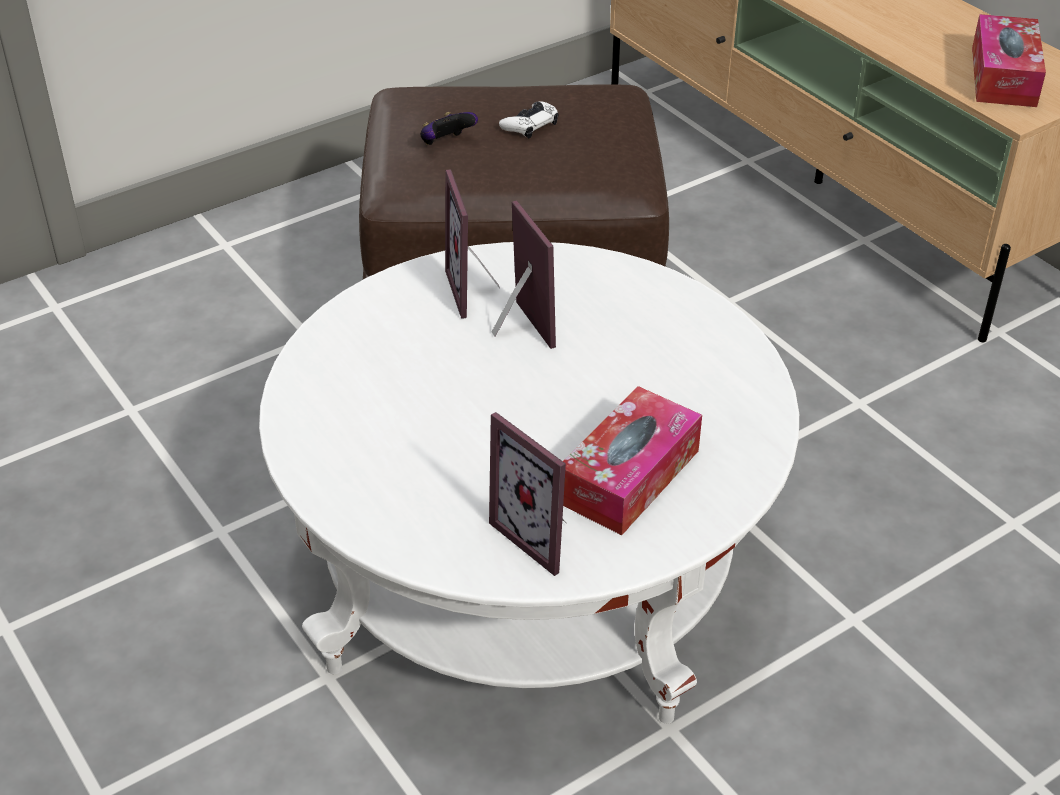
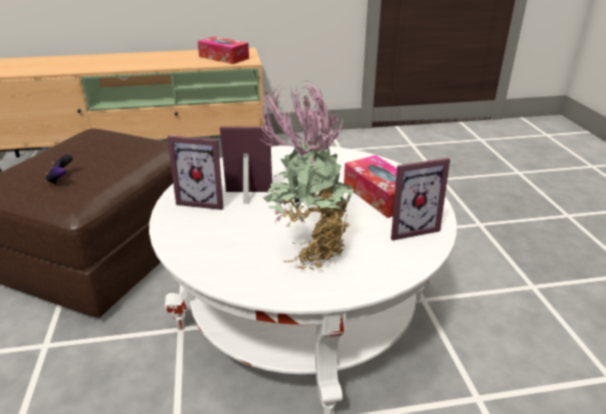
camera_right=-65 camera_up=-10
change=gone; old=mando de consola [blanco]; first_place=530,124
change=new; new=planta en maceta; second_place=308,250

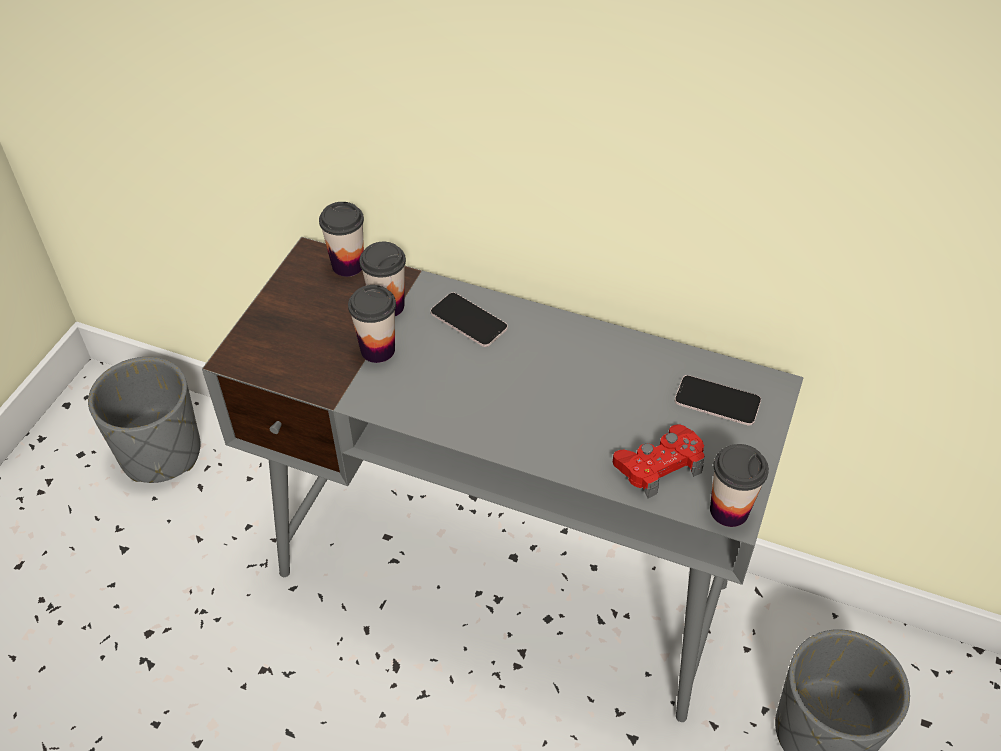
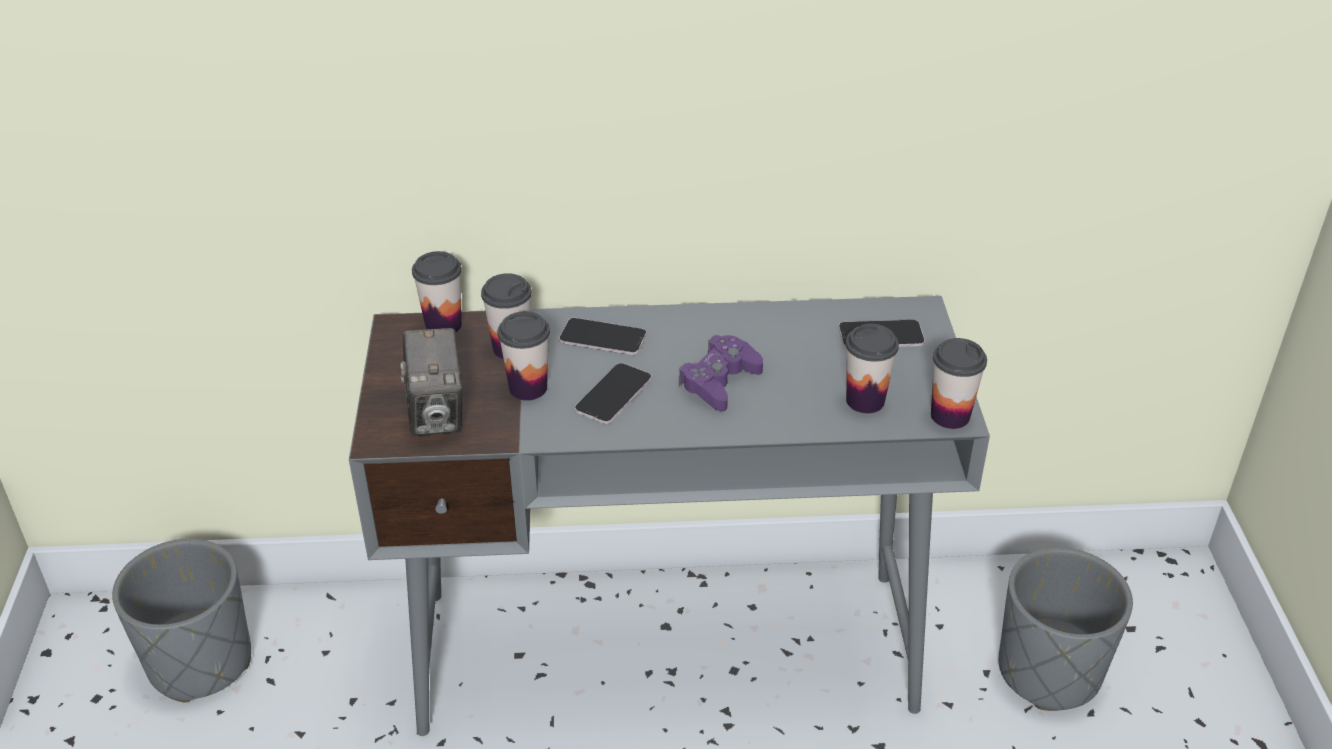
camera_right=-25 camera_up=-10
change=swapped; old=mando de consola [rojo]; new=taza; first_place=659,465; second_place=865,401
change=new; new=cámara; second_place=437,414
change=new; new=móvil; second_place=613,394
change=new; new=mando de consola [morado]; second_place=719,381

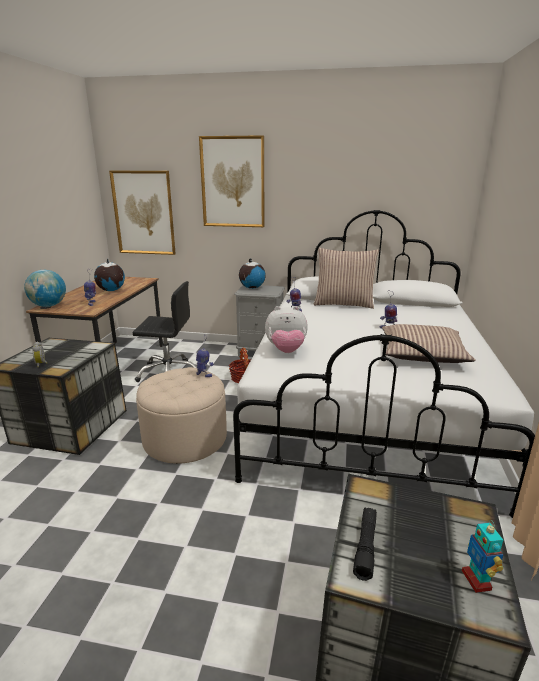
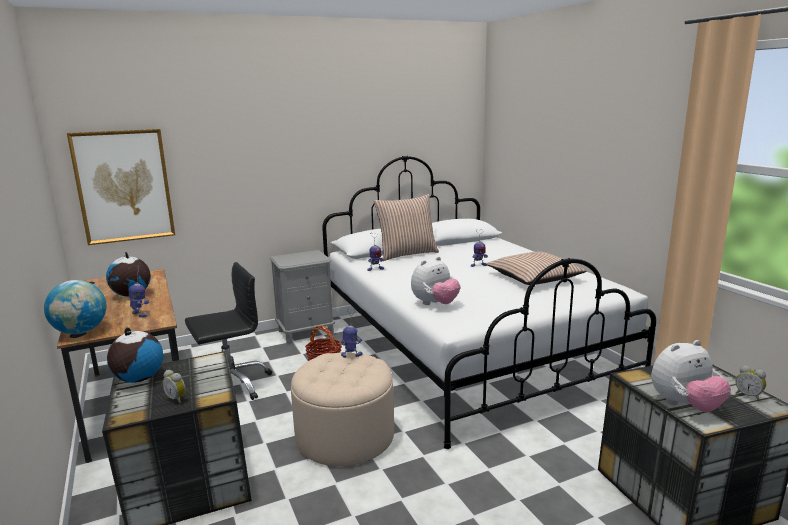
camera_right=-35 camera_up=-5
change=gone; old=cuadro; first_place=233,182
change=shifted; old=globo terráqueo; first_place=252,288; second_place=138,379
change=swapped; old=linterna [negro]; new=peluche; first_place=365,546; second_place=685,406
change=swapped; old=robot de juguete; new=despertador; first_place=477,580; second_place=748,395

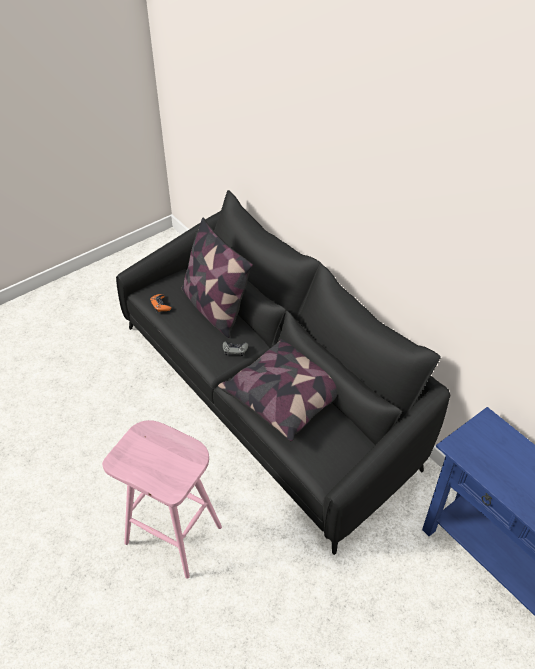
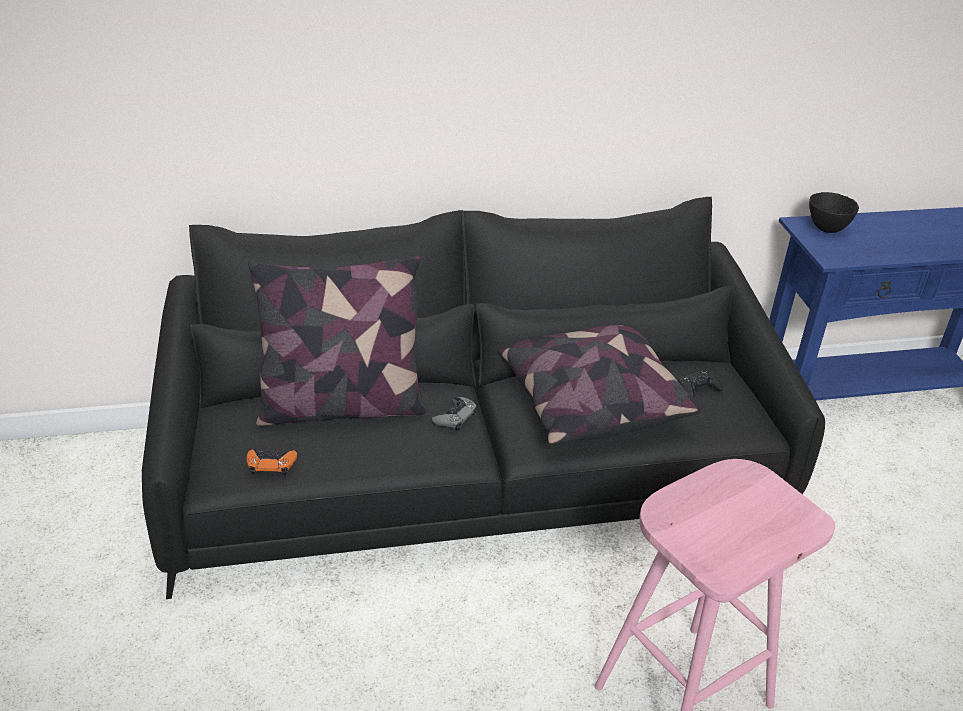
camera_right=-65 camera_up=-10
change=new; new=mando de consola [negro]; second_place=697,389
change=new; new=cuenco [negro]; second_place=826,228

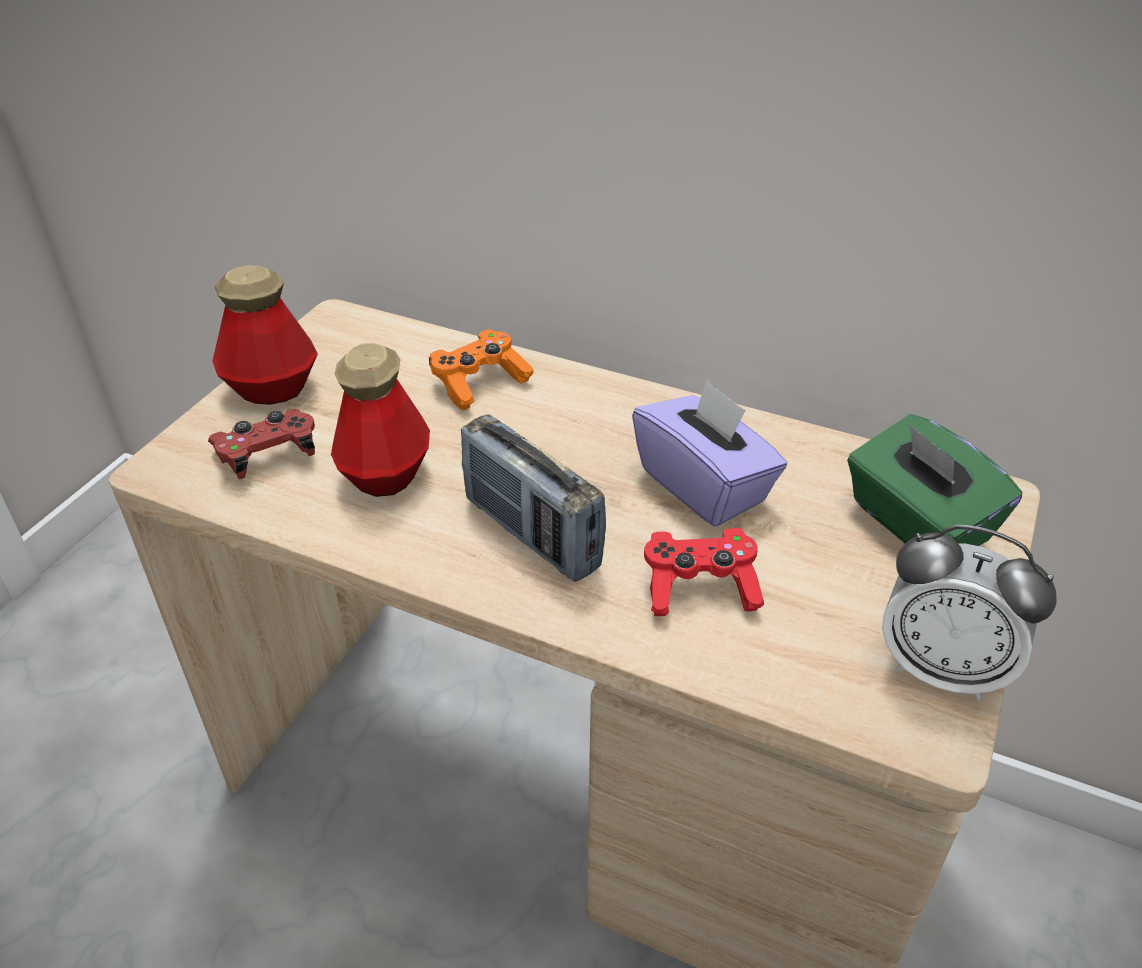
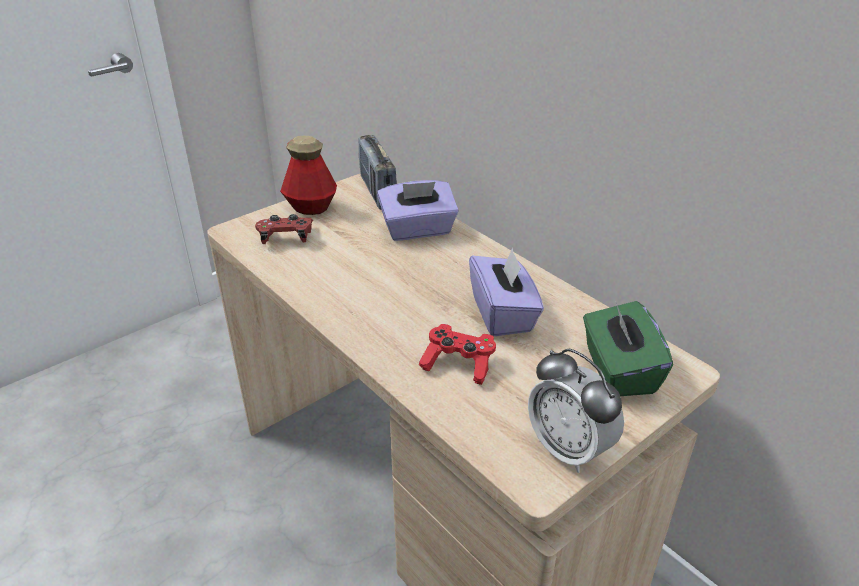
camera_right=25 camera_up=-5
change=gone; old=botella; first_place=386,474
change=swapped; old=mando de consola [naranja]; new=caja de pañuelos [morado]; first_place=479,383; second_place=418,230
change=shifted; old=radio; first_place=531,534; second_place=377,193

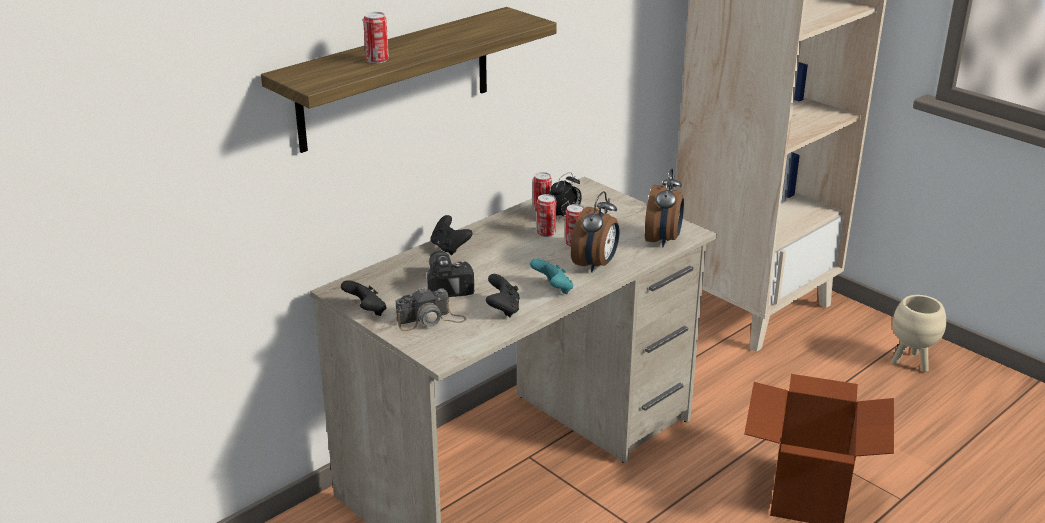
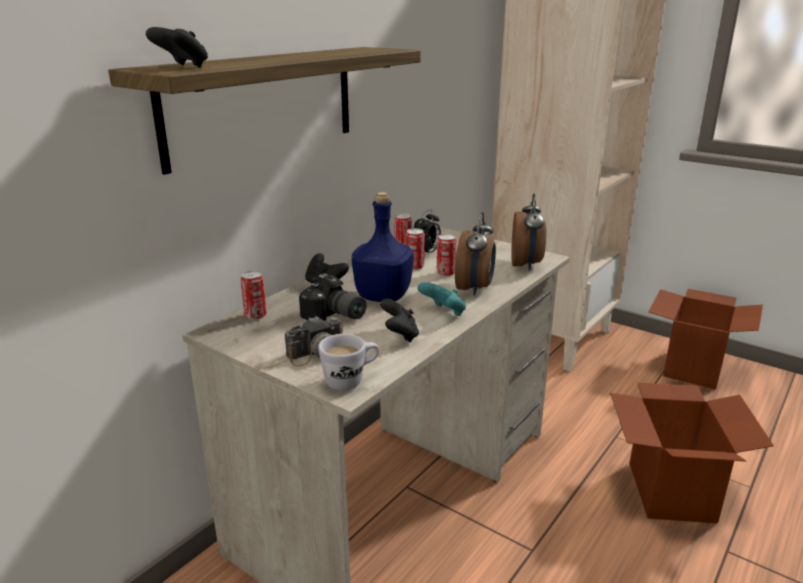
camera_right=-10 camera_up=-5
change=shifted; old=mando de consola [negro]; first_place=366,311; second_place=182,67
change=shifted; old=lata; first_place=377,60; second_place=255,315
change=rotated; old=cámara; first_place=449,283; second_place=334,316; degrees=150
change=swapped; old=maceta [beis]; new=caja de cartón; first_place=911,363; second_place=693,368
change=new; new=taza grande [blanco]; second_place=351,380
change=new; new=botella [azul]; second_place=384,296

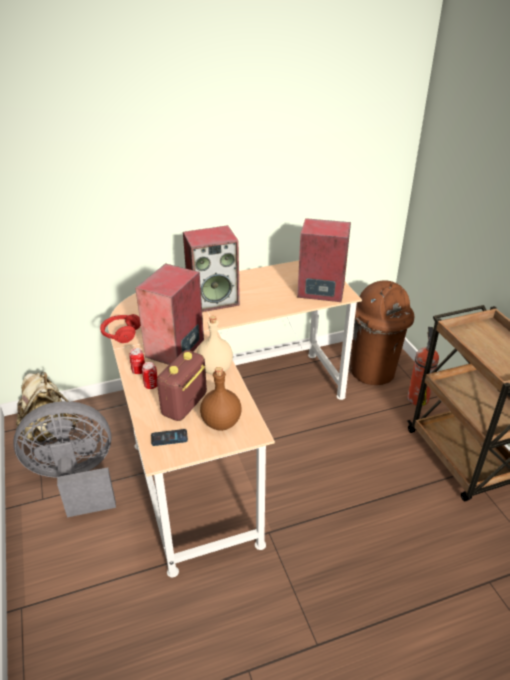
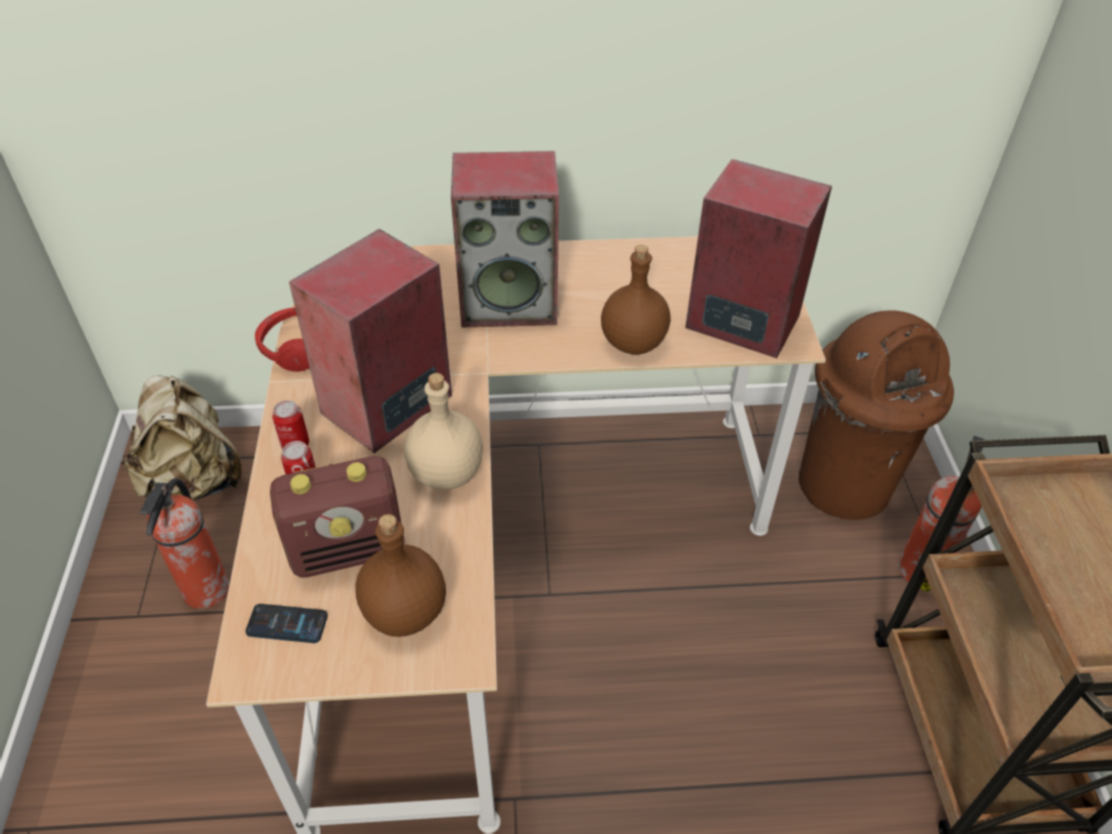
camera_right=15 camera_up=10
change=swapped; old=ventilador [gris]; new=extintor; first_place=75,480; second_place=205,591
change=rotated; old=radio; first_place=184,405; second_place=349,550; degrees=-150
change=new; new=botella [marrón]; second_place=632,342

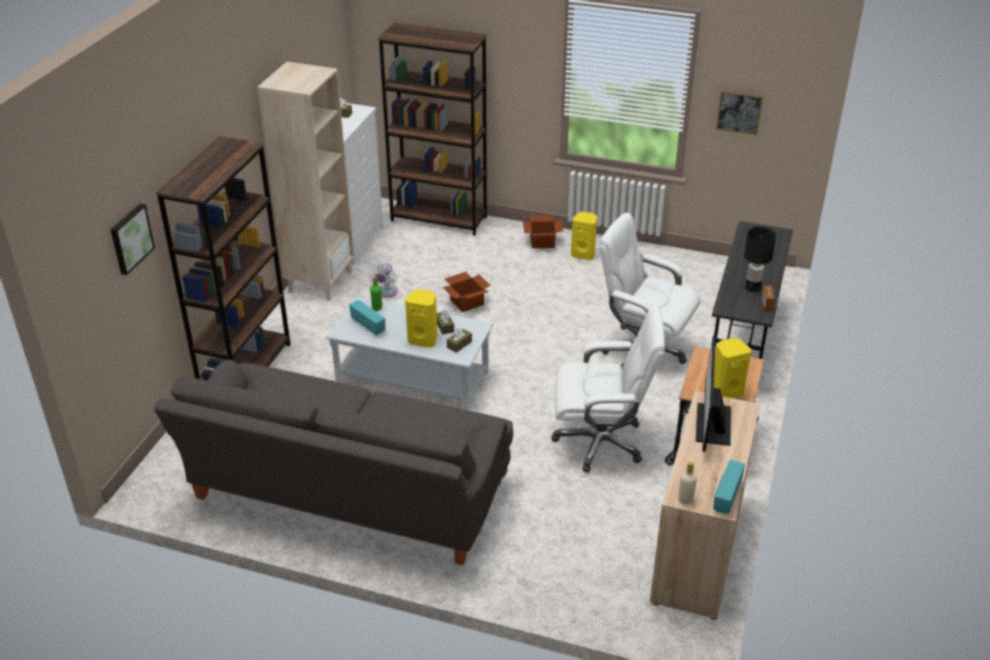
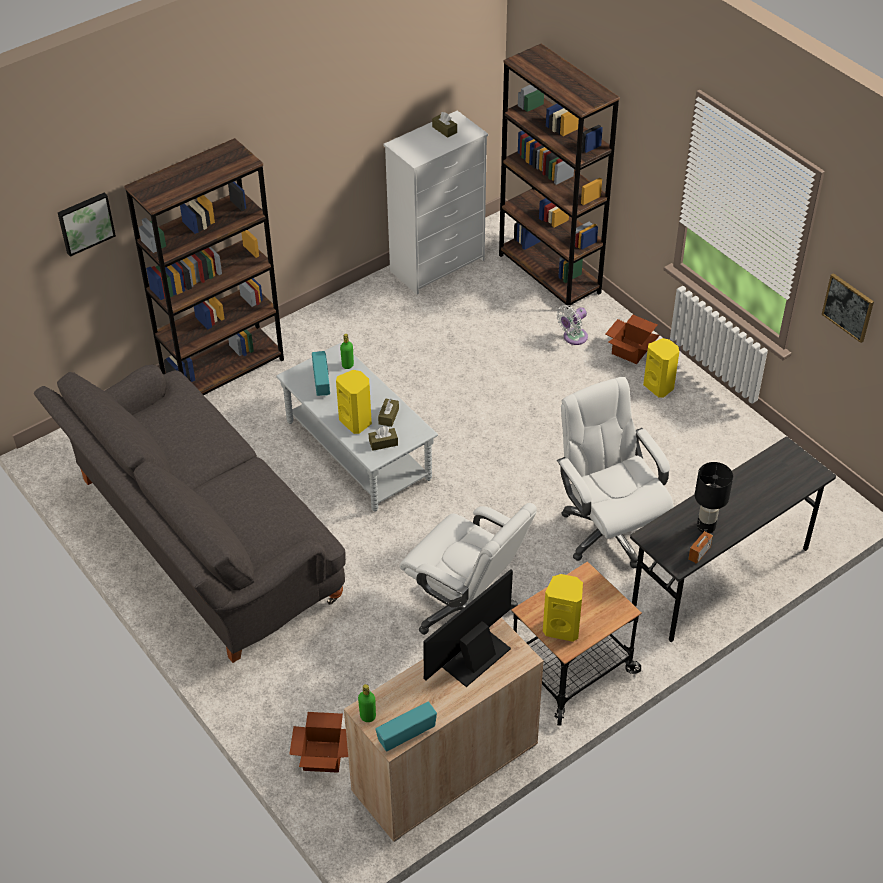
camera_right=35 camera_up=10
change=gone; old=estantería [beis]; first_place=320,281
change=shifted; old=ventilador [blanco]; first_place=386,293; second_place=573,338
change=shifted; old=caja de cartón; first_place=467,301; second_place=323,755
change=repainted; old=botella [beis]; new=botella [verde]; first_place=685,500; second_place=368,716

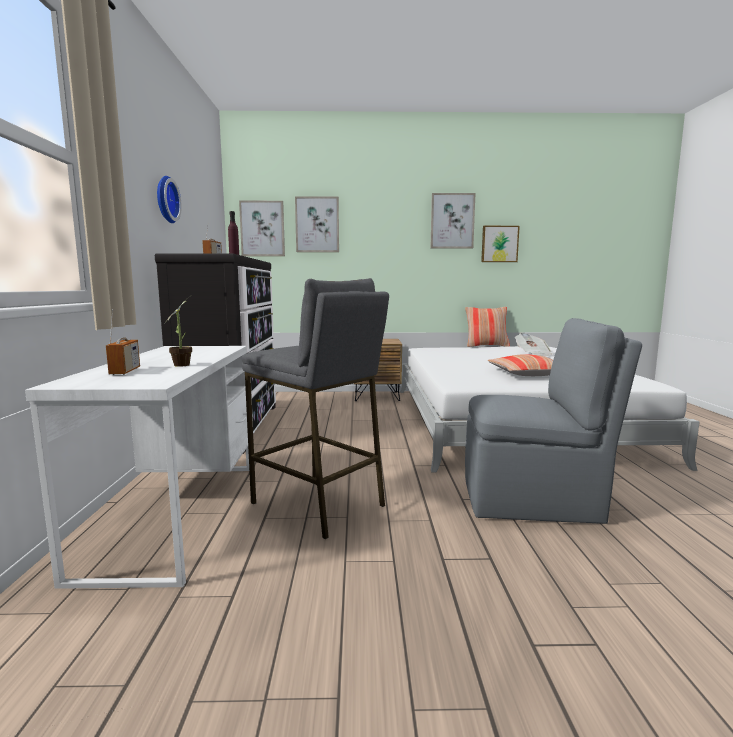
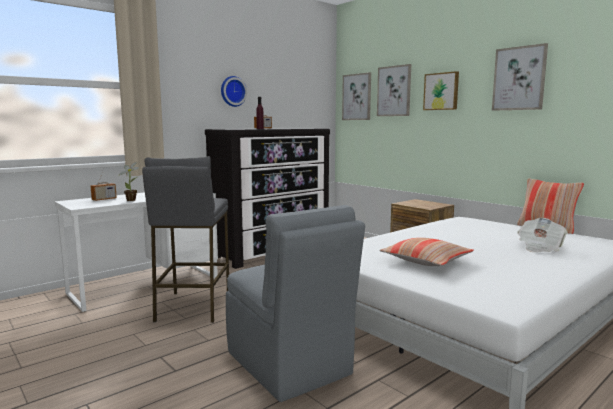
camera_right=50 camera_up=0
change=shifted; old=cuadro; first_place=499,244; second_place=441,91

